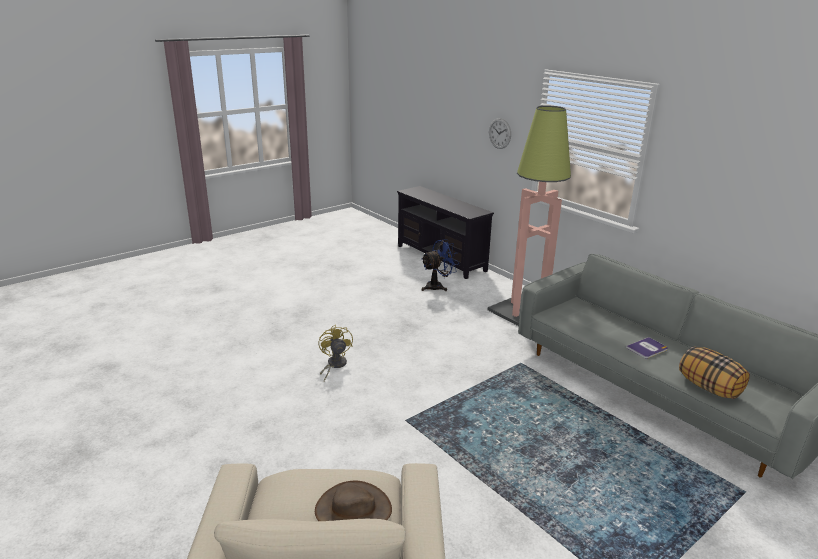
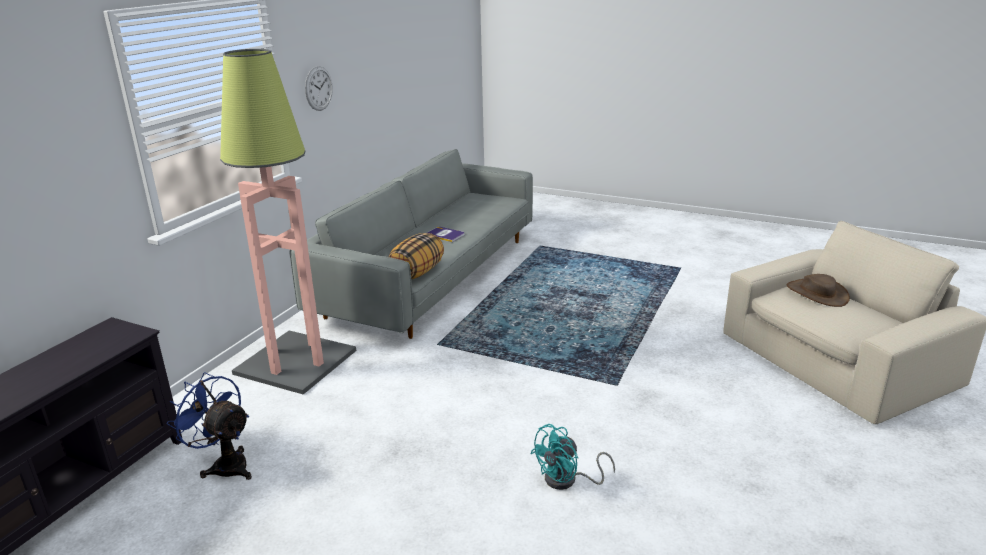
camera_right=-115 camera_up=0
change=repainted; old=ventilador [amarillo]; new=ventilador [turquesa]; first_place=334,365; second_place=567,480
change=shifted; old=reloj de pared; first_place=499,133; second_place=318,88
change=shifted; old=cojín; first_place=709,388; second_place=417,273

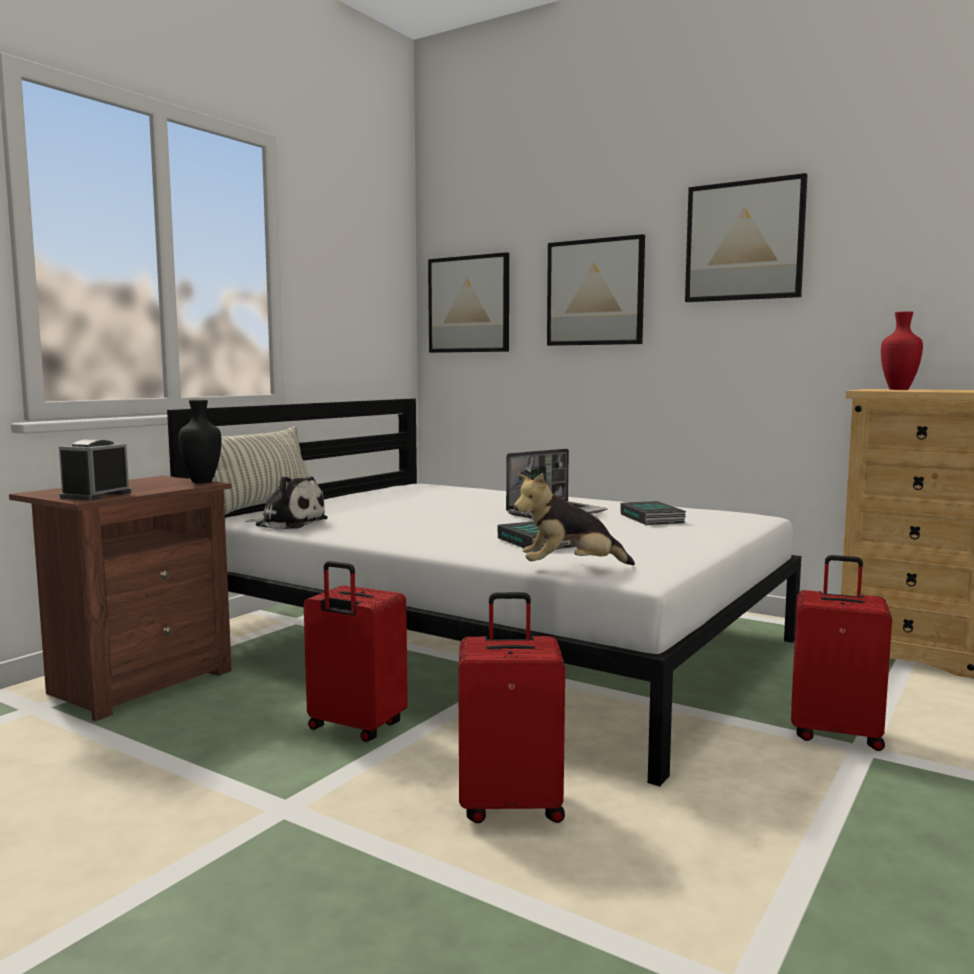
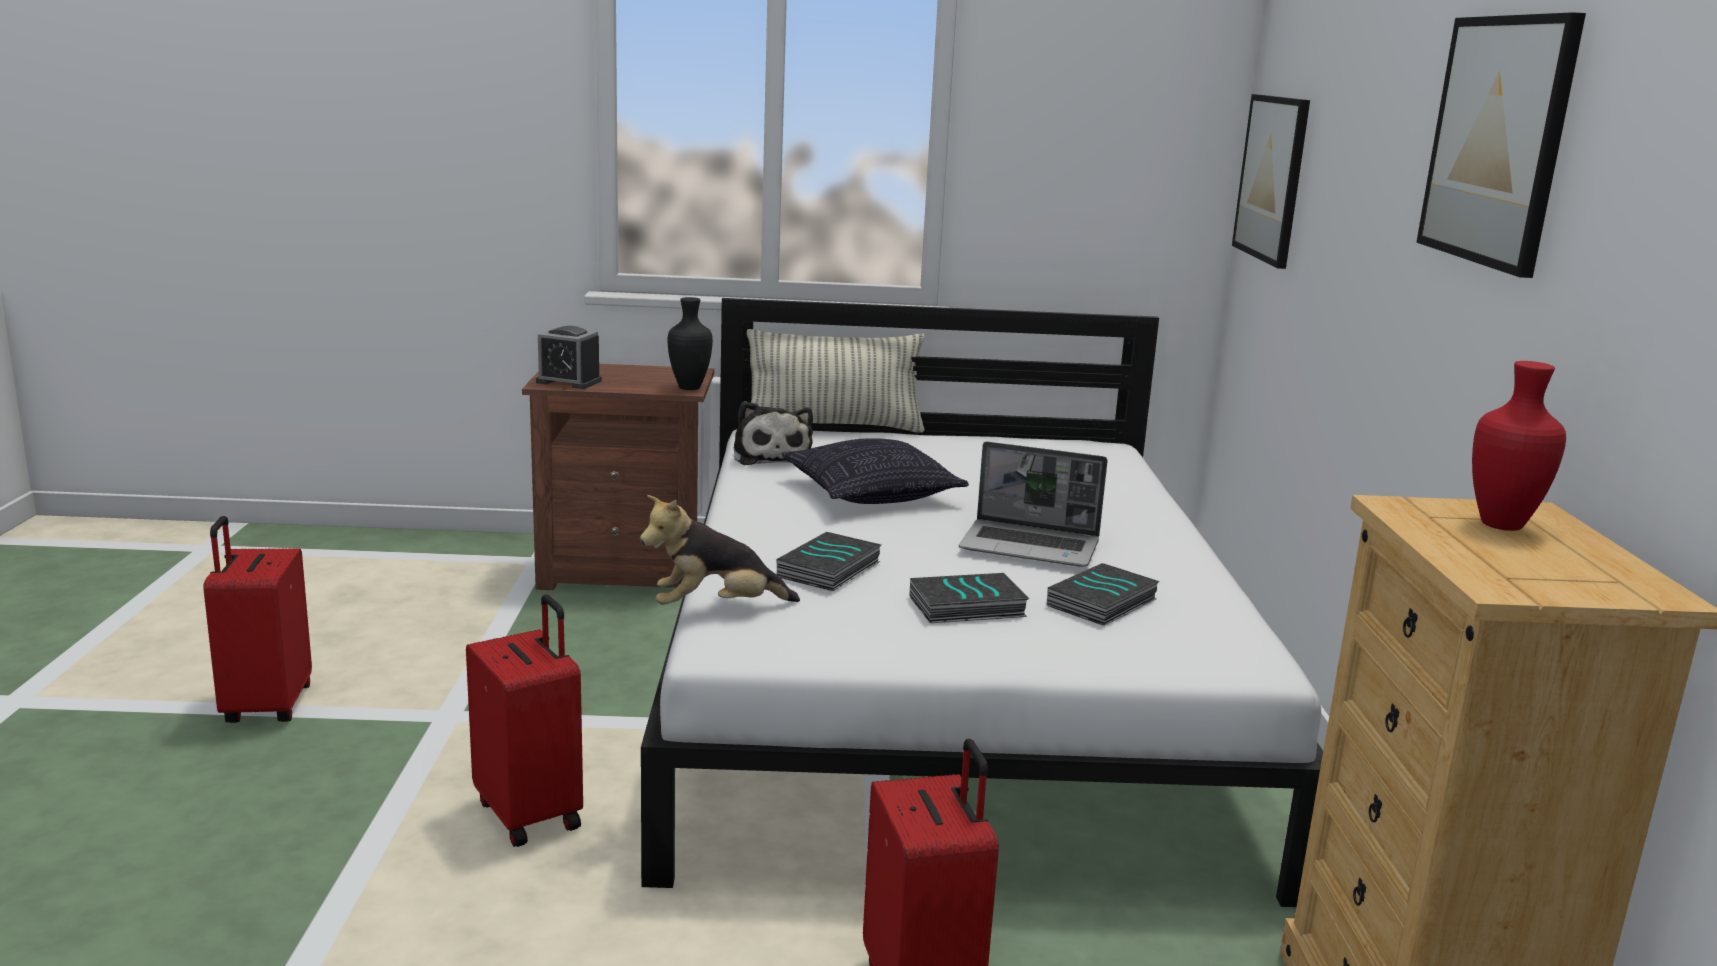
camera_right=55 camera_up=10
change=rotated; old=despertador; first_place=96,495; second_place=569,381; degrees=-150
change=shifted; old=maleta [rojo]; first_place=355,728; second_place=265,706
change=rotated; old=peluche; first_place=570,569; second_place=715,609; degrees=-60
change=gone; old=cuadro; first_place=595,292
change=new; new=cojín; second_place=871,494
change=new; new=libro; second_place=966,607

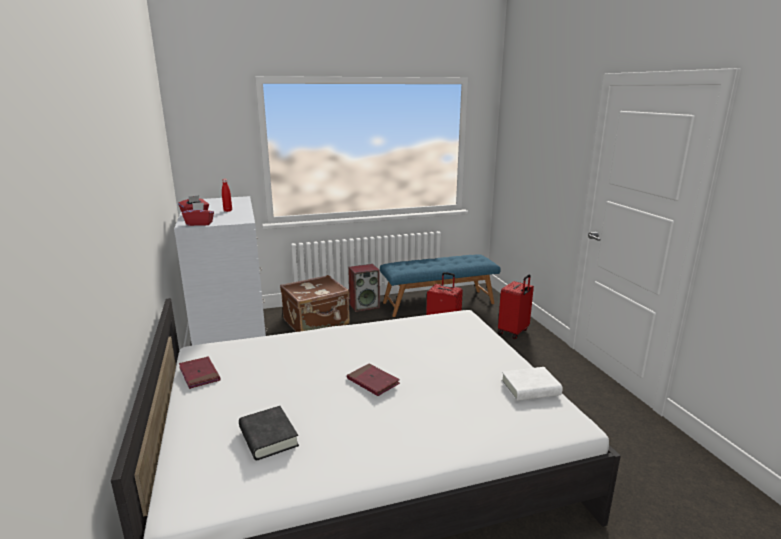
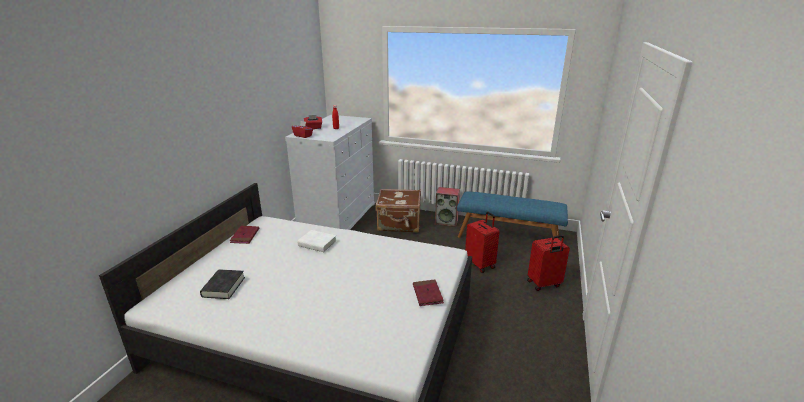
camera_right=35 camera_up=5
change=shifted; old=libro [rojo]; first_place=373,382; second_place=427,294
change=shifted; old=libro [blanco]; first_place=530,388; second_place=317,244

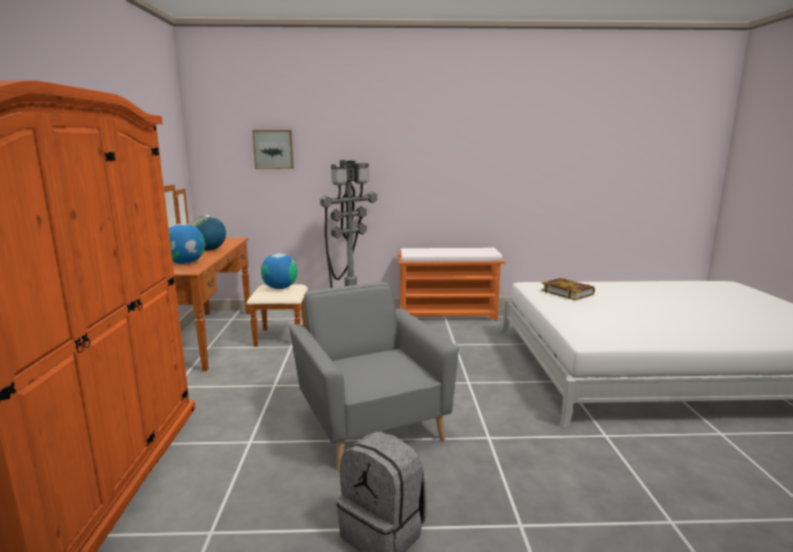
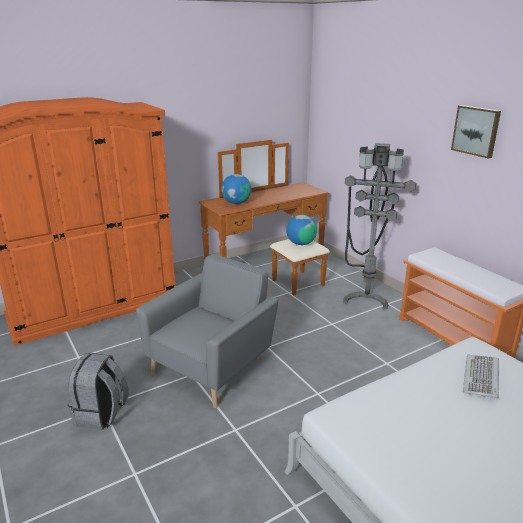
camera_right=60 camera_up=10
change=gone; old=globo terráqueo; first_place=209,250
change=shifted; old=cuadro; first_place=273,149; second_place=476,131
change=swapped; old=libro; new=teclado; first_place=567,292; second_place=481,378

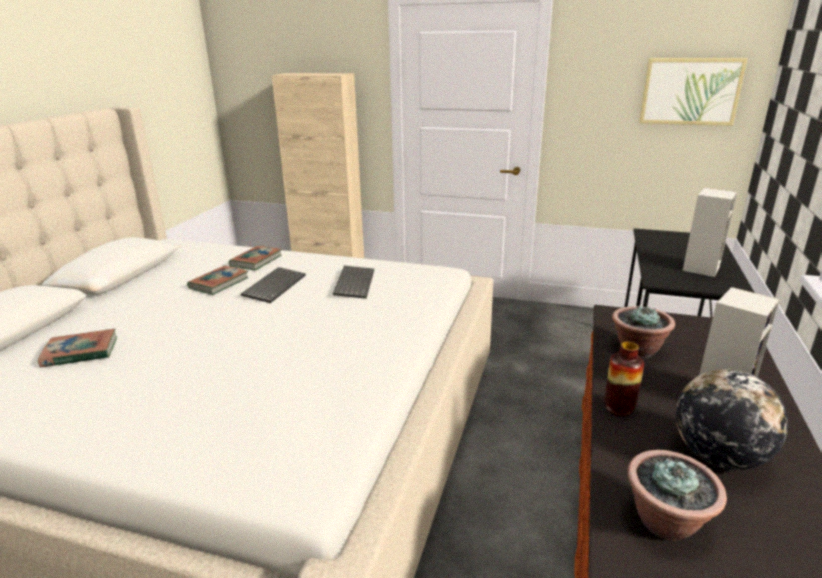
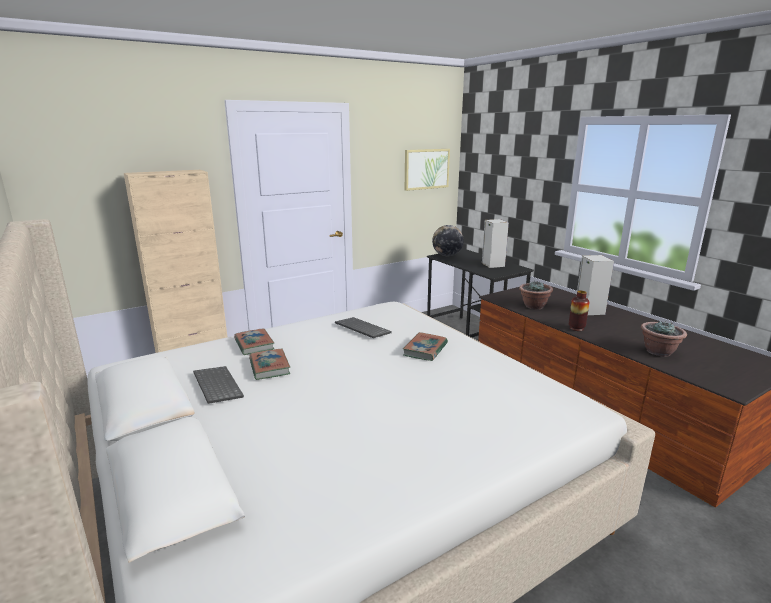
camera_right=-50 camera_up=-5
change=shifted; old=libro; first_place=80,352; second_place=425,349
change=shifted; old=teclado; first_place=274,286; second_place=216,386
change=shifted; old=globo terráqueo; first_place=718,456; second_place=447,255

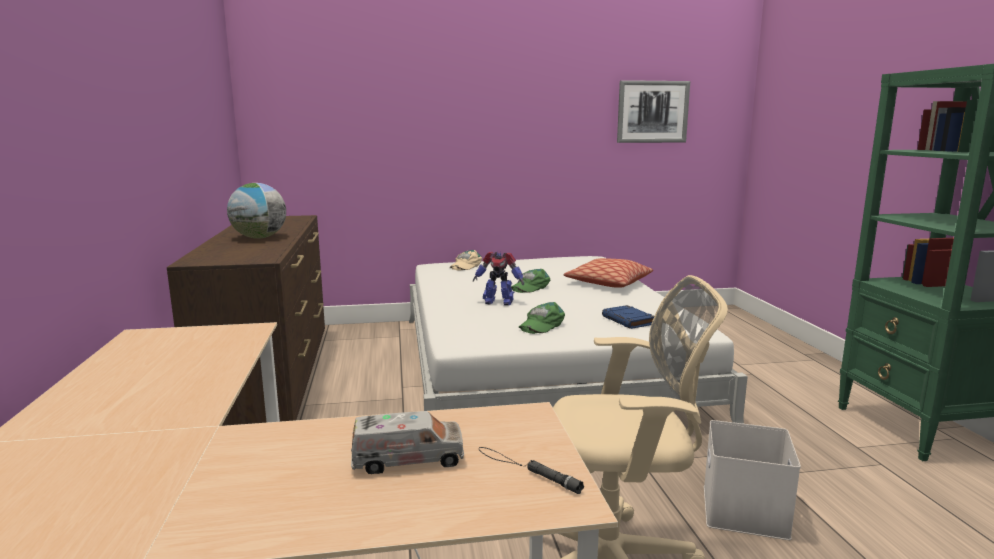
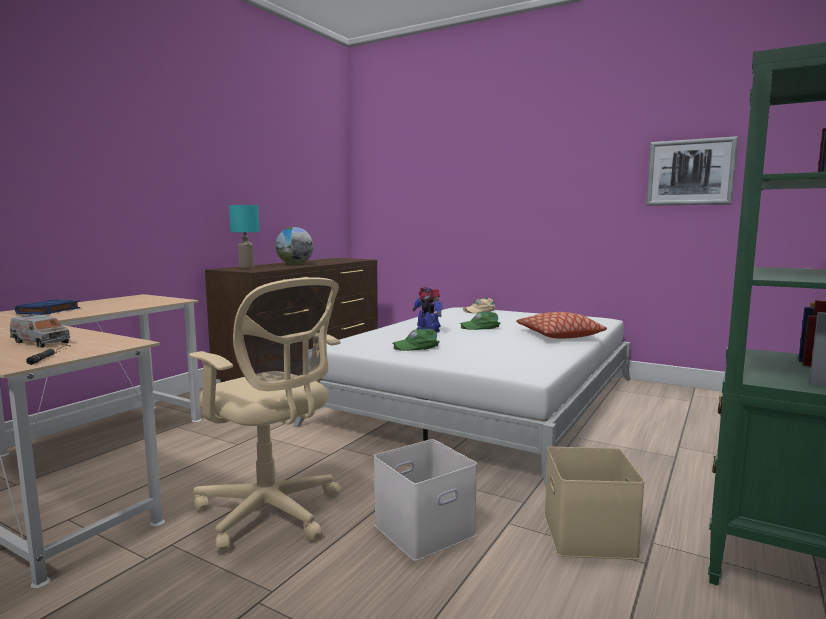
camera_right=40 camera_up=-5
change=shifted; old=libro [azul]; first_place=628,321; second_place=48,311
change=new; new=lámpara de mesa [turquesa]; second_place=247,267
change=new; new=caja de almacenaje [beis]; second_place=586,534

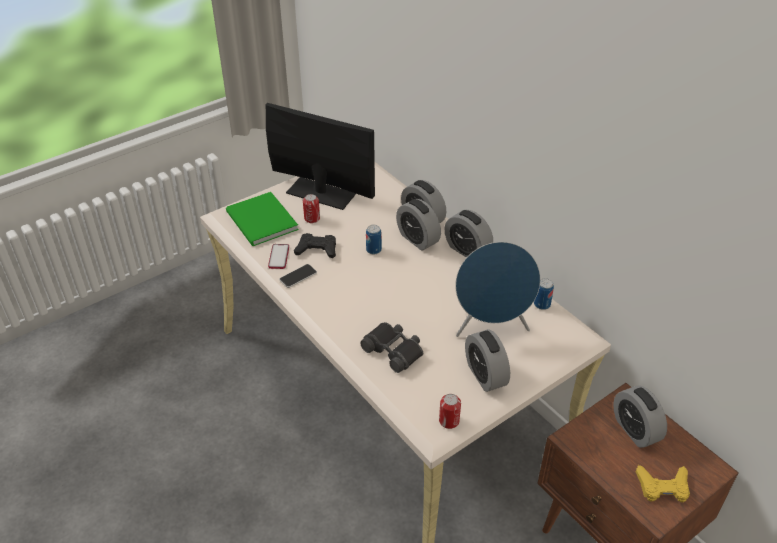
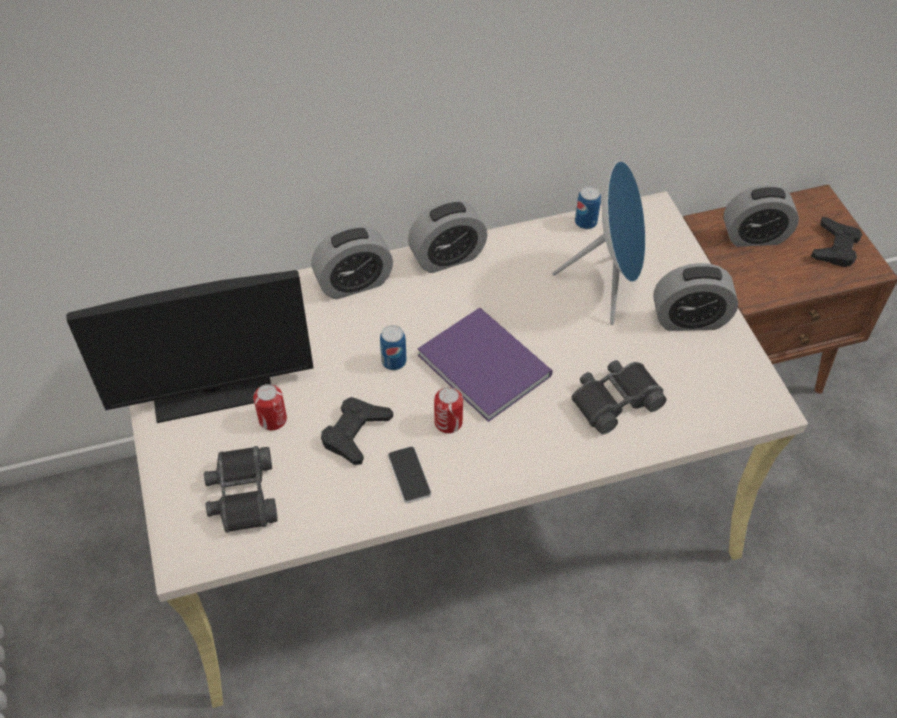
camera_right=-70 camera_up=10
change=swapped; old=libro [verde]; new=prismáticos [negro]; first_place=261,222; second_place=242,495
change=rotated; old=monitor; first_place=321,193; second_place=212,390; degrees=-150
change=gone; old=móvil; first_place=279,257
change=gone; old=despertador; first_place=417,239
change=shifted; old=lata; first_place=449,421; second_place=448,422
change=repainted; old=mando de consola [amarillo]; new=mando de consola [negro]; first_place=663,487; second_place=835,247
change=new; new=libro [morado]; second_place=484,362

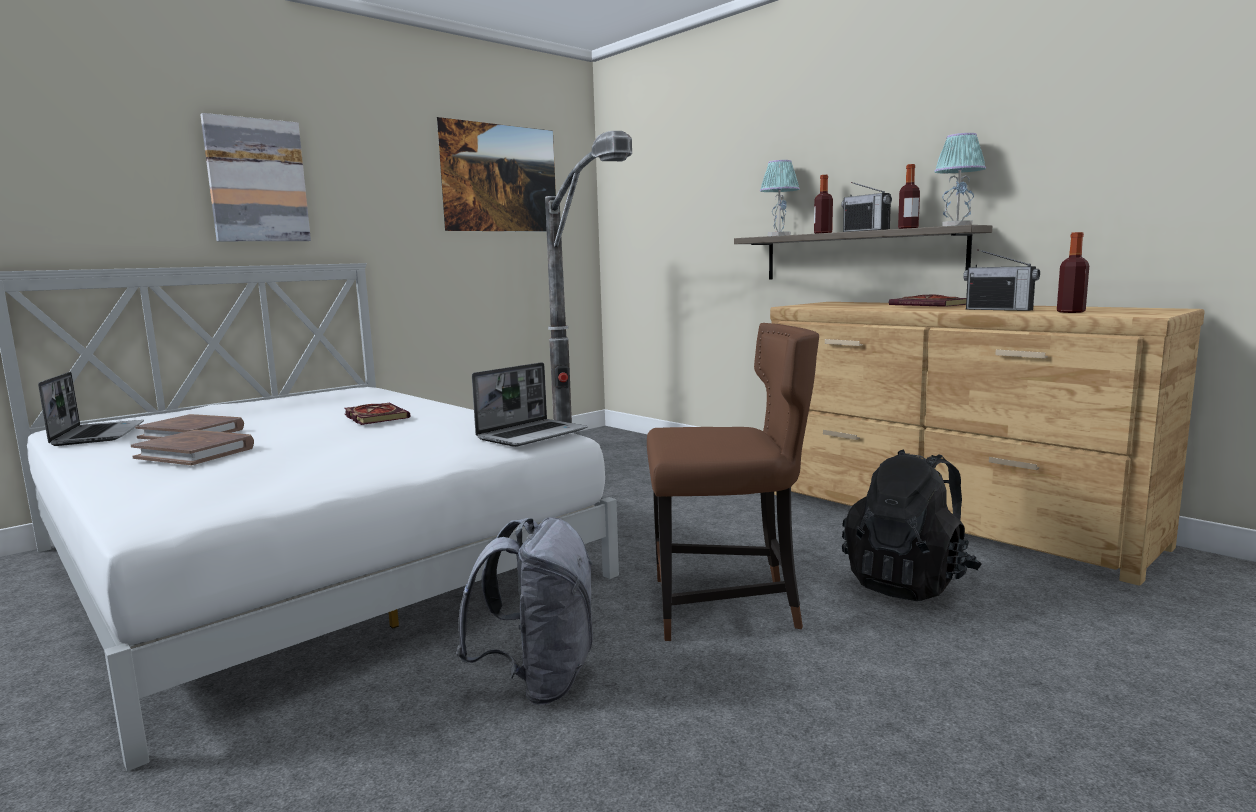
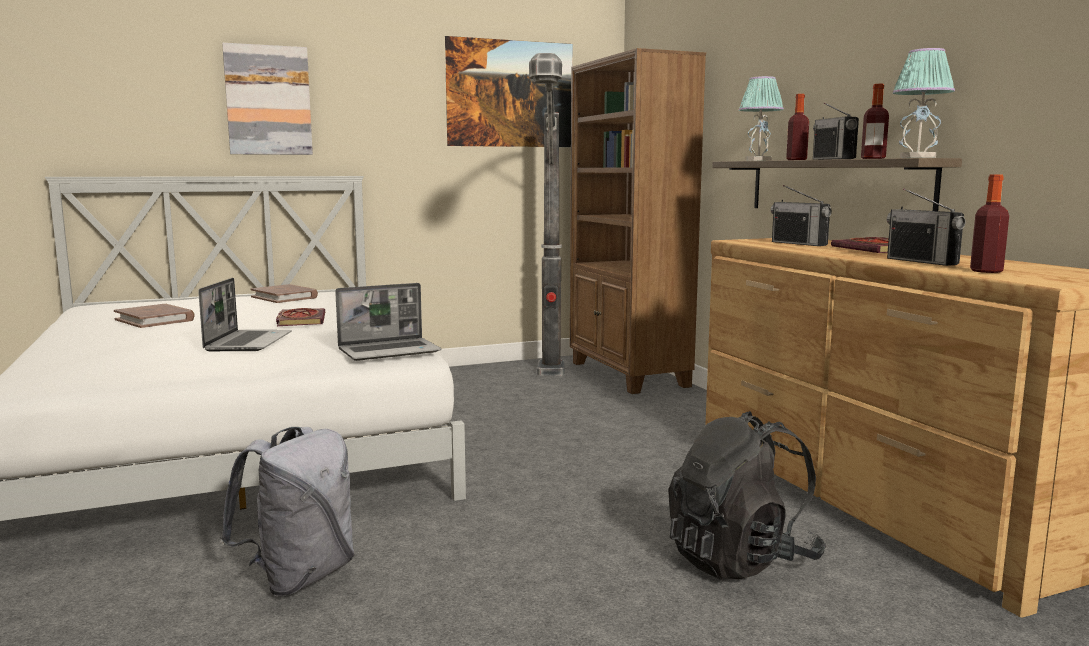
camera_right=20 camera_up=0
change=shifted; old=portátil; first_place=97,434; second_place=248,342
change=shifted; old=libro [marrón]; first_place=195,453; second_place=284,297
change=gone; old=silla [marrón]; first_place=728,606
change=new; new=estantería [marrón]; second_place=628,375
change=new; new=radio; second_place=799,243

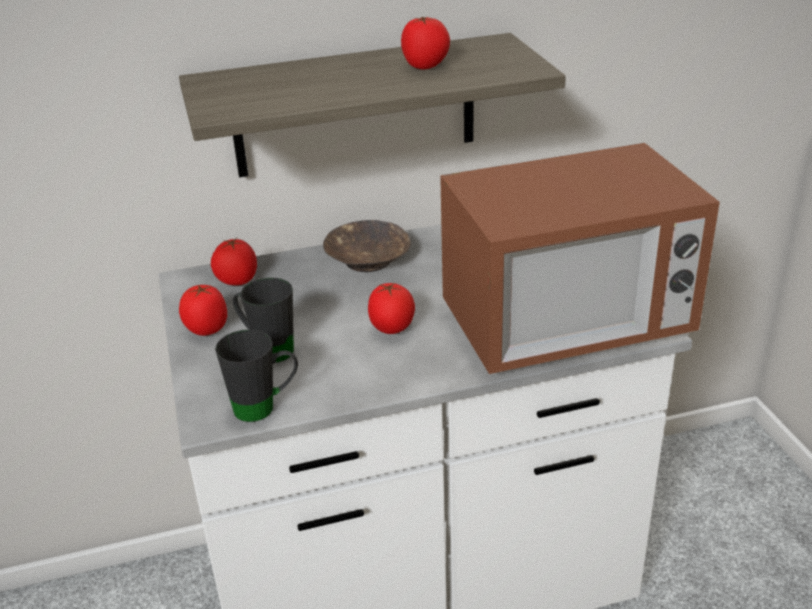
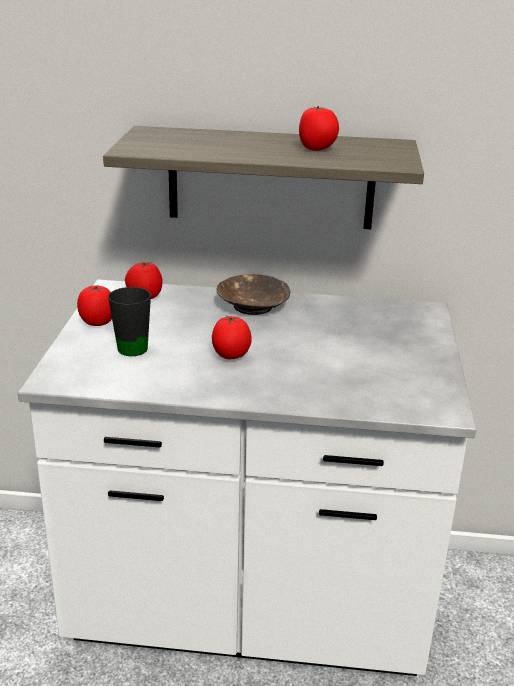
camera_right=20 camera_up=-5
change=gone; old=taza grande [negro]; first_place=265,407
change=gone; old=microondas; first_place=566,326

